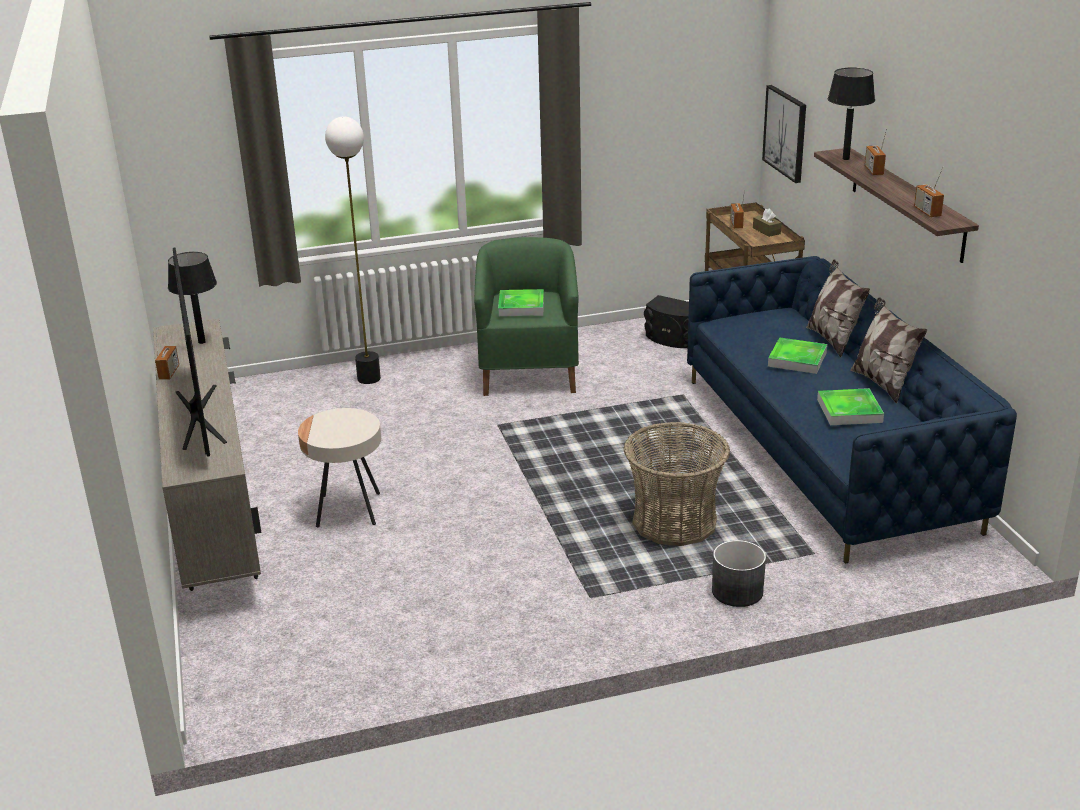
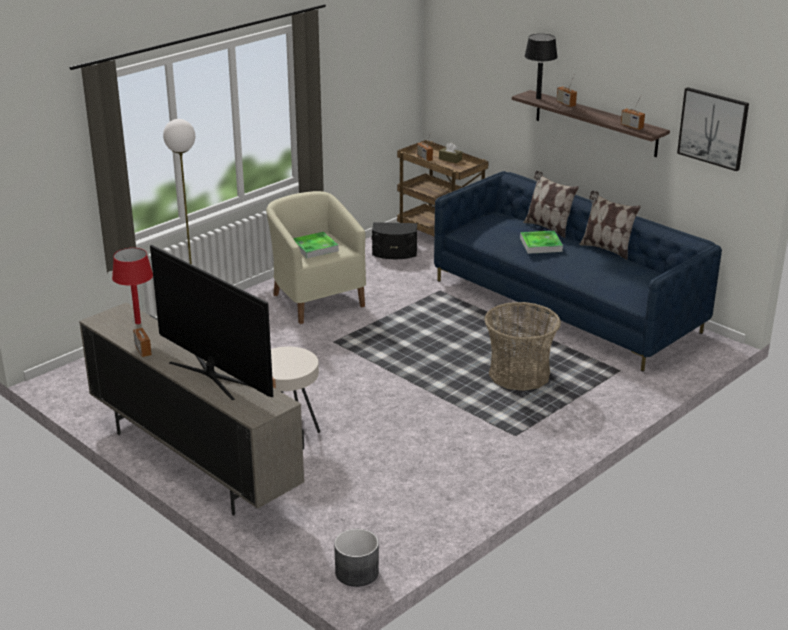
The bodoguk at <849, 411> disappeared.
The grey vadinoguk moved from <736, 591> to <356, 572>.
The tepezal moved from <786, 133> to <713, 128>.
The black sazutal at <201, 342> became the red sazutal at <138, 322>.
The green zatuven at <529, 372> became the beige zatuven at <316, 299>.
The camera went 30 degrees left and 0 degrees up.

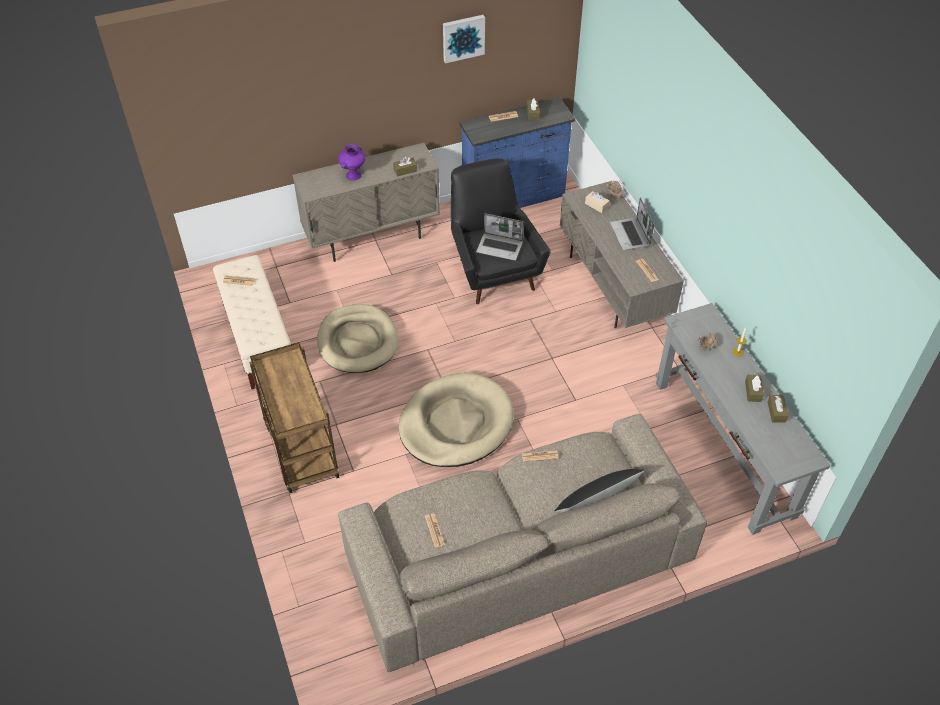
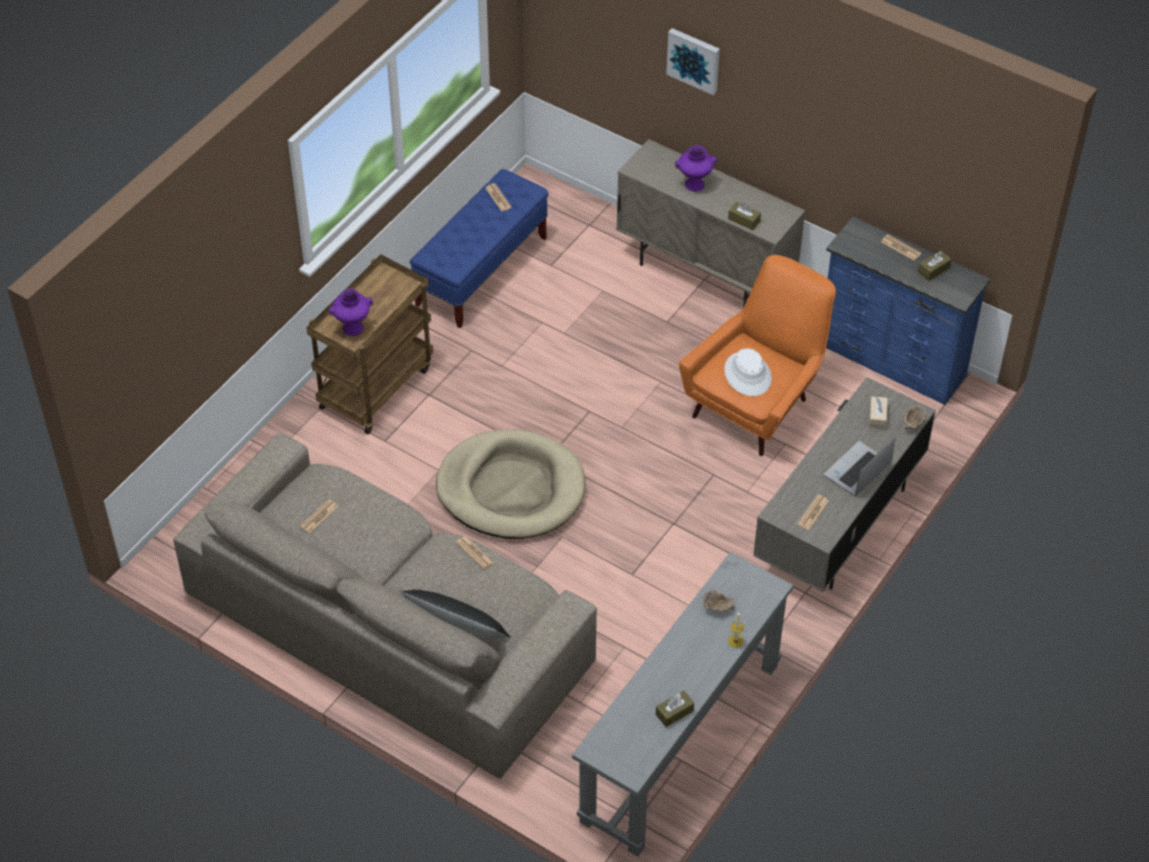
The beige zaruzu at <358, 341> disappeared.
The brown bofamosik at <753, 391> disappeared.
The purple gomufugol at <352, 329> appeared.
The tepezal moved from <463, 37> to <694, 59>.
The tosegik at <500, 247> was replaced by the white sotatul at <748, 374>.
The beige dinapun at <258, 339> became the blue dinapun at <482, 271>.
The black zatuven at <492, 269> became the orange zatuven at <757, 402>.
The camera went 55 degrees right and 0 degrees up.

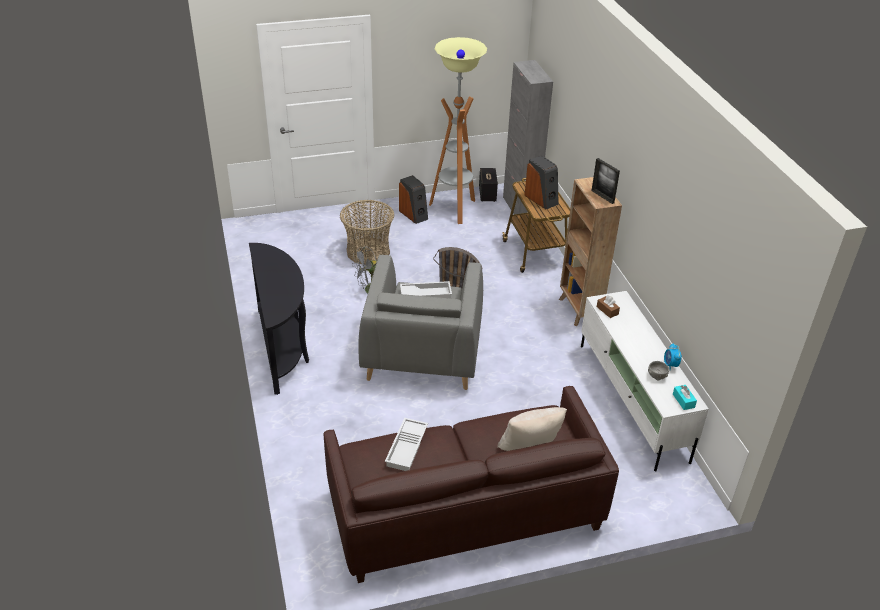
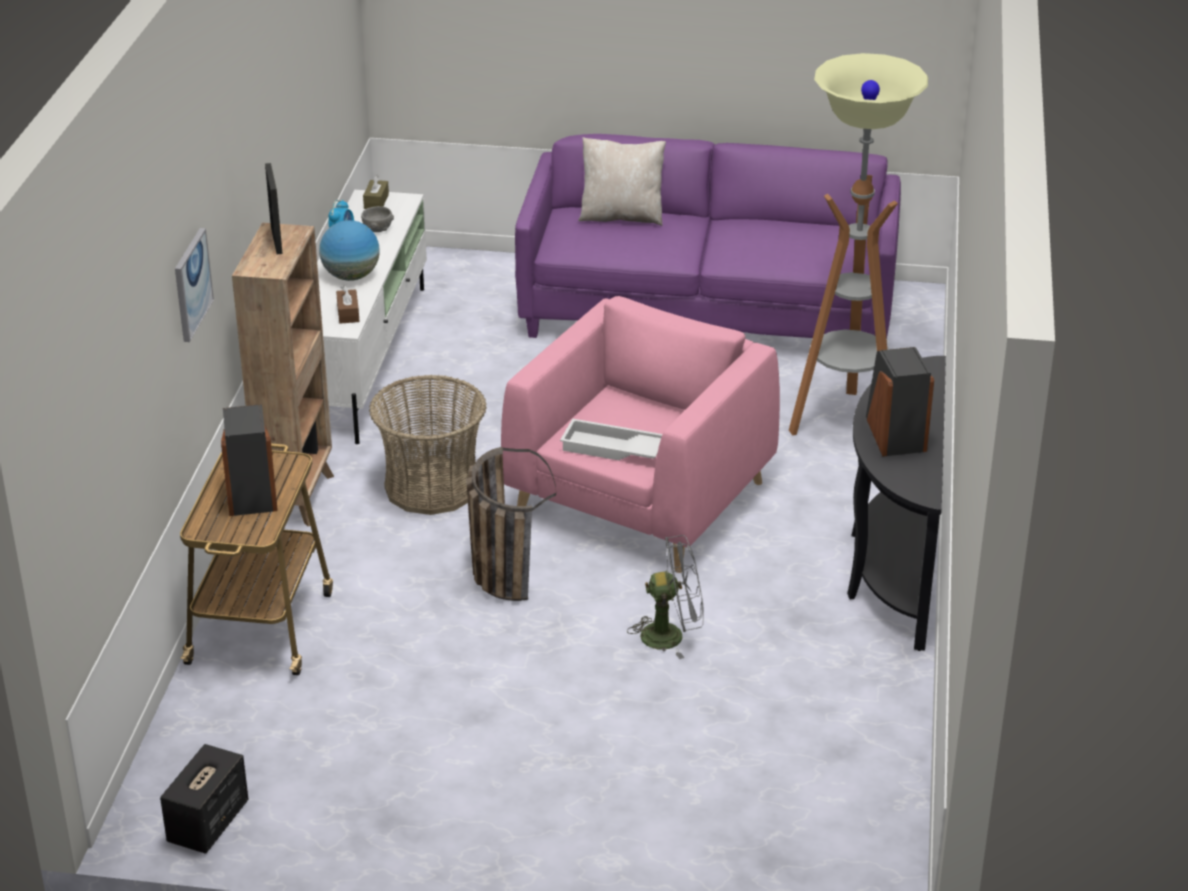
The white bodoguk at <407, 448> disappeared.
The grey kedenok at <520, 208> disappeared.
The tepezal at <191, 284> appeared.
The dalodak at <351, 276> appeared.
The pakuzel moved from <368, 252> to <431, 487>.
The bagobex moved from <414, 214> to <894, 434>.
The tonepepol moved from <454, 209> to <844, 423>.
The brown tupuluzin at <464, 509> became the purple tupuluzin at <708, 311>.
The grey zatuven at <422, 353> became the pink zatuven at <640, 498>.
The turquoise bofamosik at <683, 401> became the brown bofamosik at <376, 201>.
The camera went 155 degrees left and 5 degrees down.

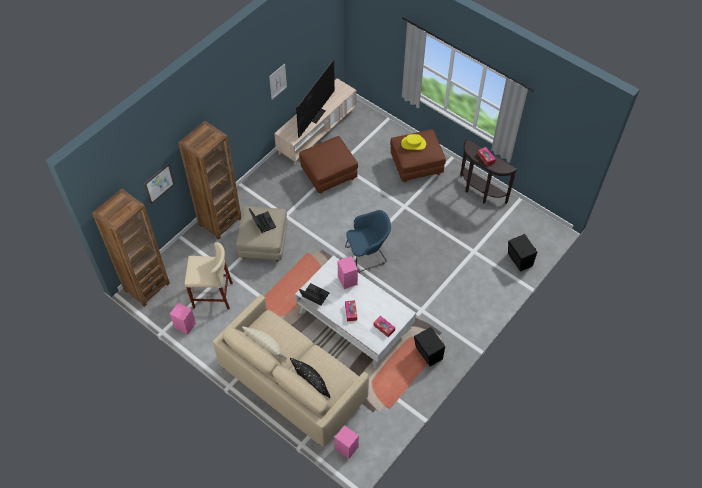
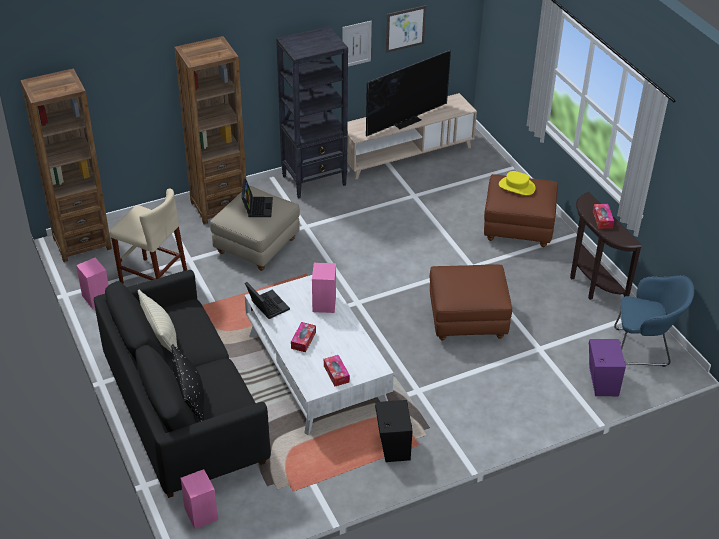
The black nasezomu at <314, 180> appeared.
The tepezal moved from <159, 183> to <405, 28>.
The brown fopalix moved from <328, 175> to <467, 321>.
The blue zatuven moved from <367, 255> to <644, 348>.
The beige tupuluzin at <292, 383> became the black tupuluzin at <183, 410>.
The black bagobex at <519, 260> became the purple bagobex at <601, 382>.
The camera went 25 degrees right and 15 degrees down.

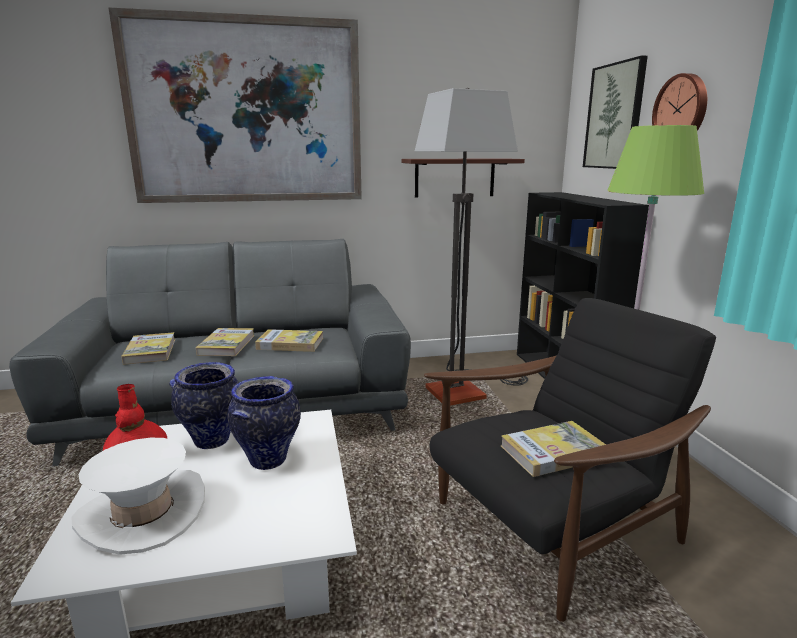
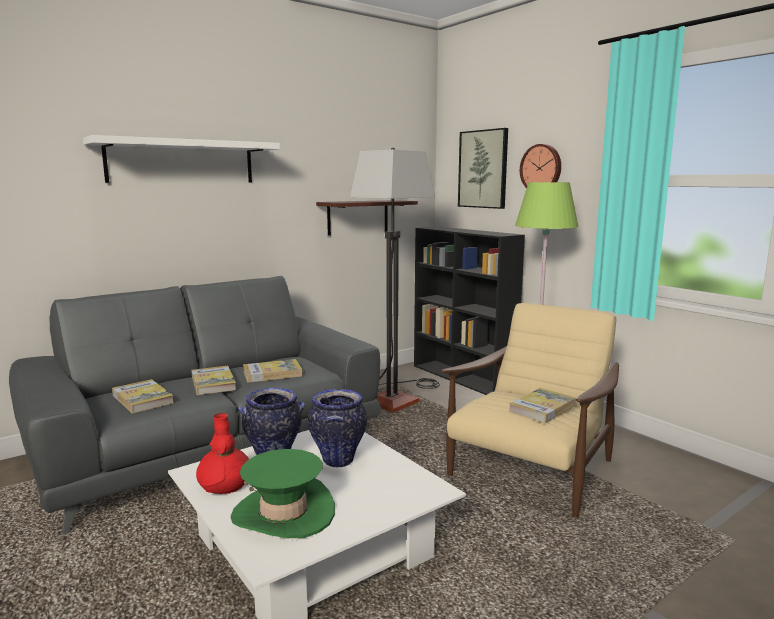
The tepezal at <247, 113> was replaced by the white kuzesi at <182, 162>.
The white sotatul at <143, 513> became the green sotatul at <283, 513>.
The black zatuven at <551, 527> became the beige zatuven at <531, 471>.
The camera went 25 degrees left and 5 degrees down.

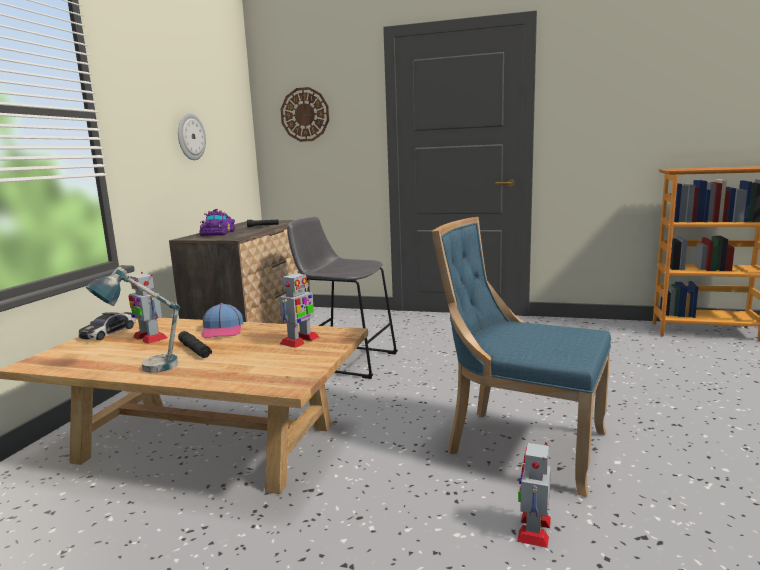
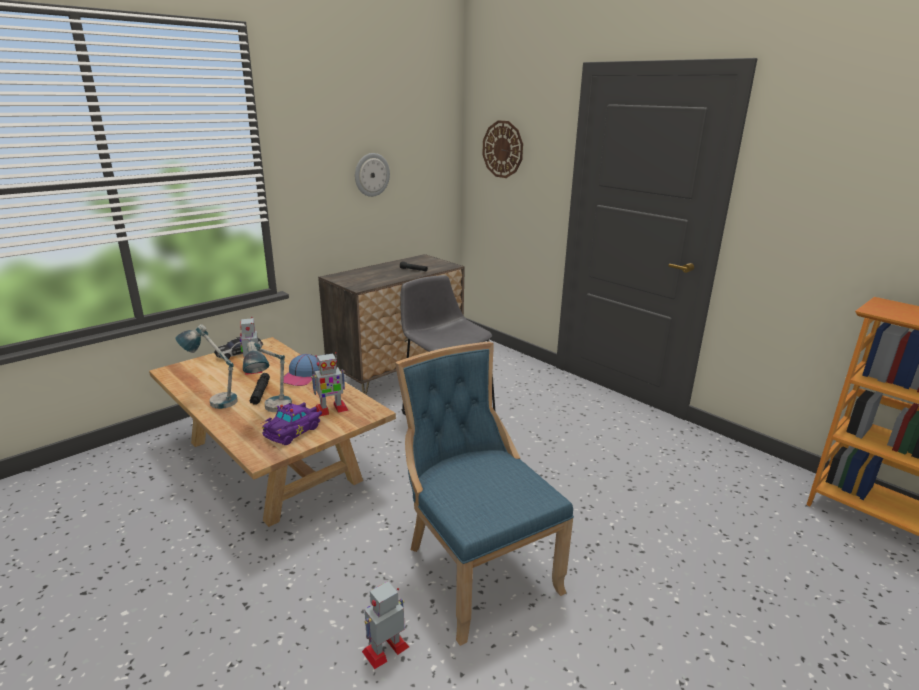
The sazutal at <273, 411> appeared.
The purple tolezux moved from <219, 233> to <294, 431>.
The camera went 30 degrees right and 10 degrees up.

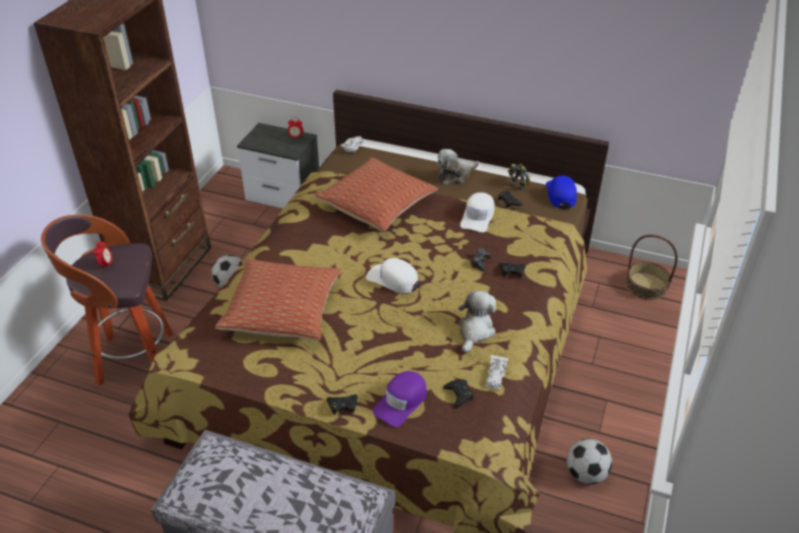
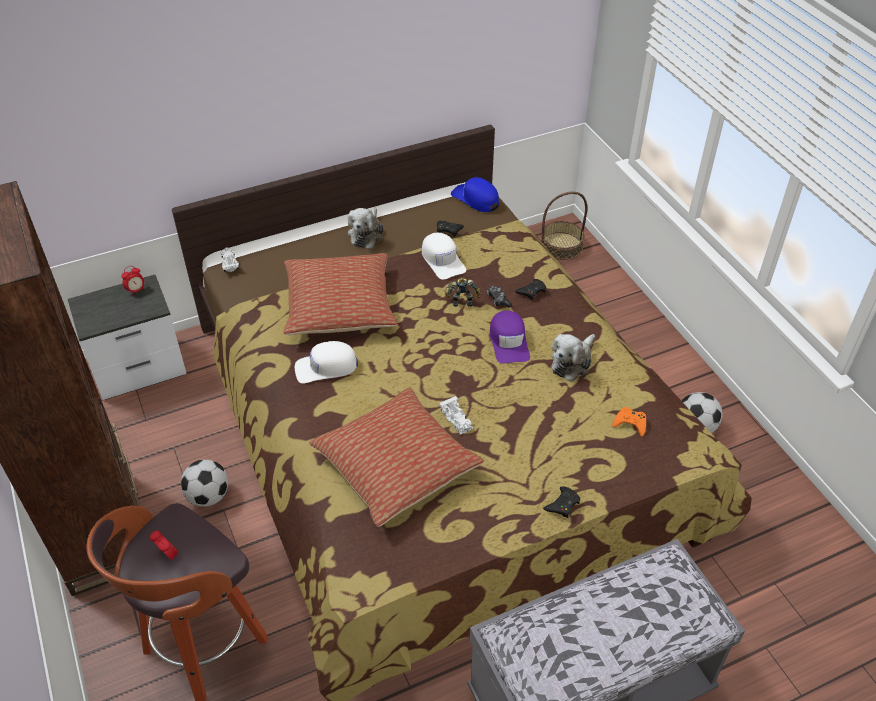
The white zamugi moved from <393, 279> to <326, 367>.
The purple zamugi moved from <401, 402> to <509, 342>.
The white tolezux moved from <495, 376> to <457, 419>.
The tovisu moved from <519, 184> to <462, 300>.
The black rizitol at <459, 395> became the orange rizitol at <630, 423>.
The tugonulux at <475, 331> turned 120 degrees counterclockwise.
The camera went 45 degrees left and 5 degrees up.

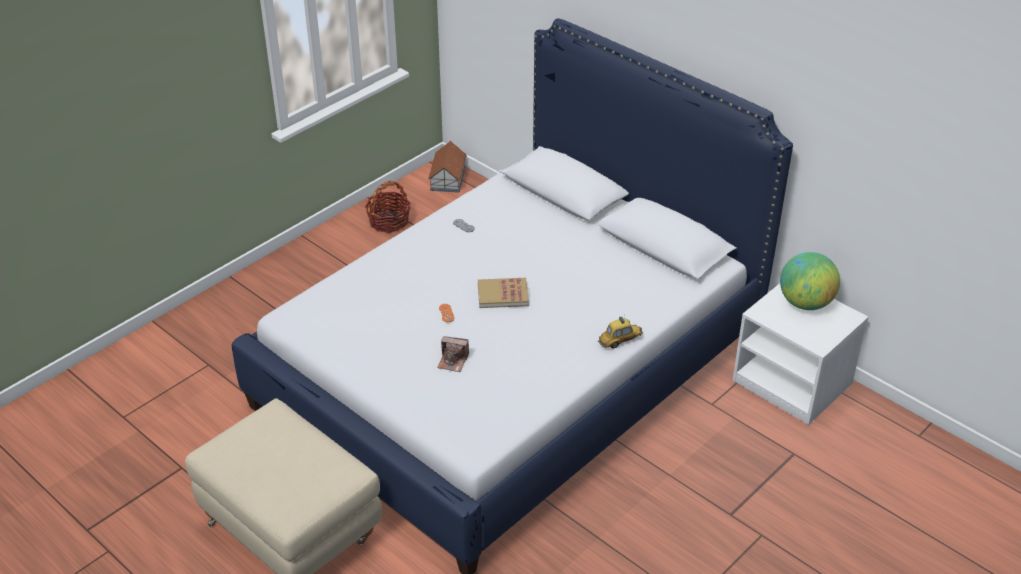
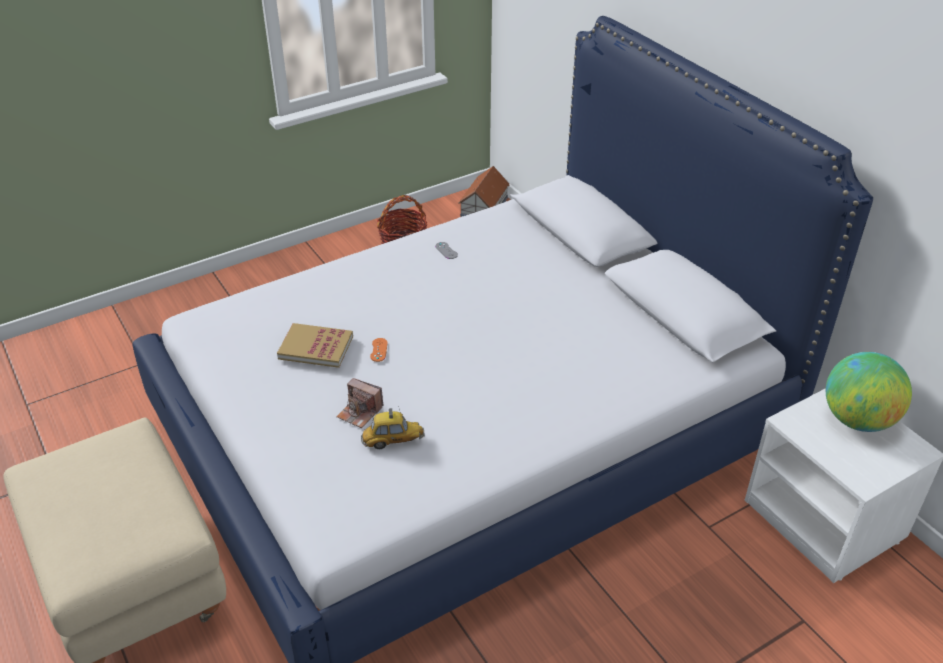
The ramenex moved from <502, 294> to <316, 347>.
The tolezux moved from <620, 341> to <393, 441>.
The camera went 15 degrees right and 0 degrees up.

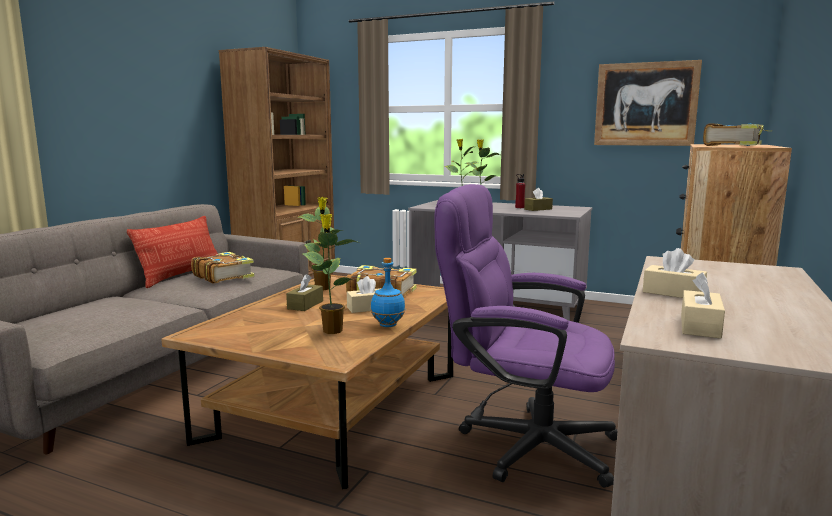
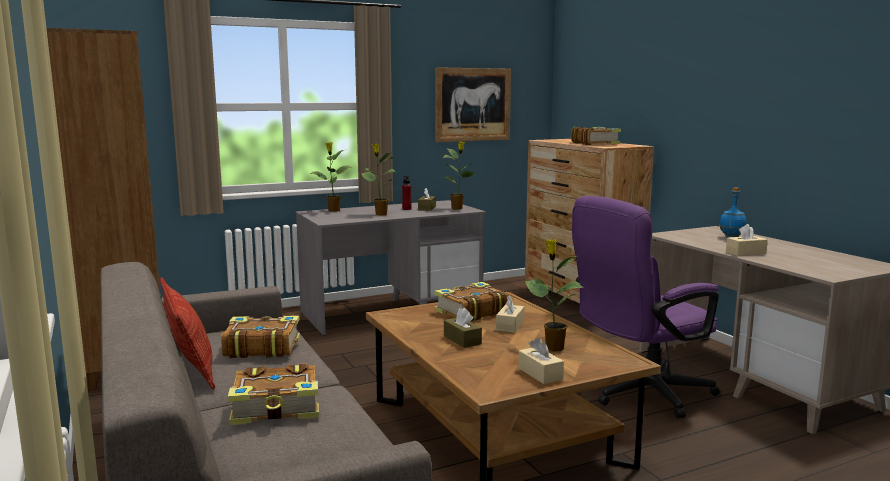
The ramenex at <277, 408> appeared.
The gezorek moved from <323, 288> to <457, 208>.
The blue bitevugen moved from <387, 325> to <732, 237>.
The beige bofamosik moved from <700, 326> to <540, 374>.
The camera went 50 degrees left and 0 degrees up.

